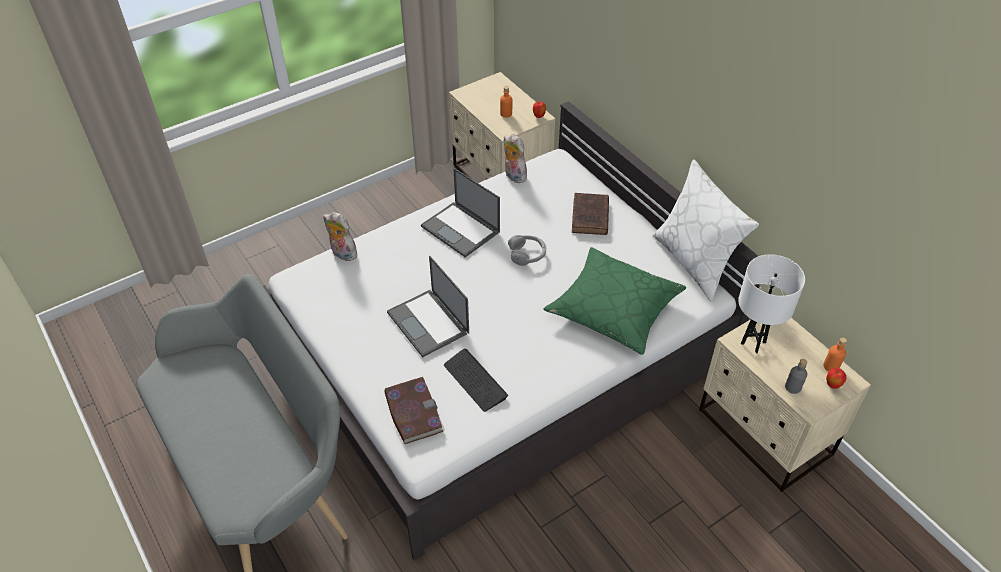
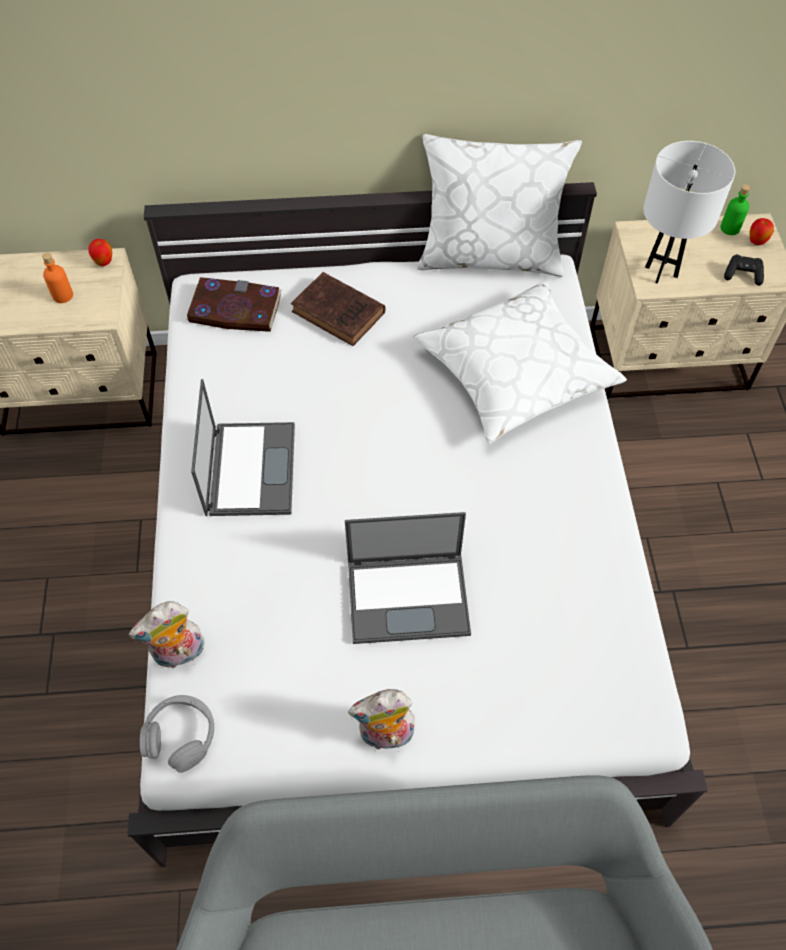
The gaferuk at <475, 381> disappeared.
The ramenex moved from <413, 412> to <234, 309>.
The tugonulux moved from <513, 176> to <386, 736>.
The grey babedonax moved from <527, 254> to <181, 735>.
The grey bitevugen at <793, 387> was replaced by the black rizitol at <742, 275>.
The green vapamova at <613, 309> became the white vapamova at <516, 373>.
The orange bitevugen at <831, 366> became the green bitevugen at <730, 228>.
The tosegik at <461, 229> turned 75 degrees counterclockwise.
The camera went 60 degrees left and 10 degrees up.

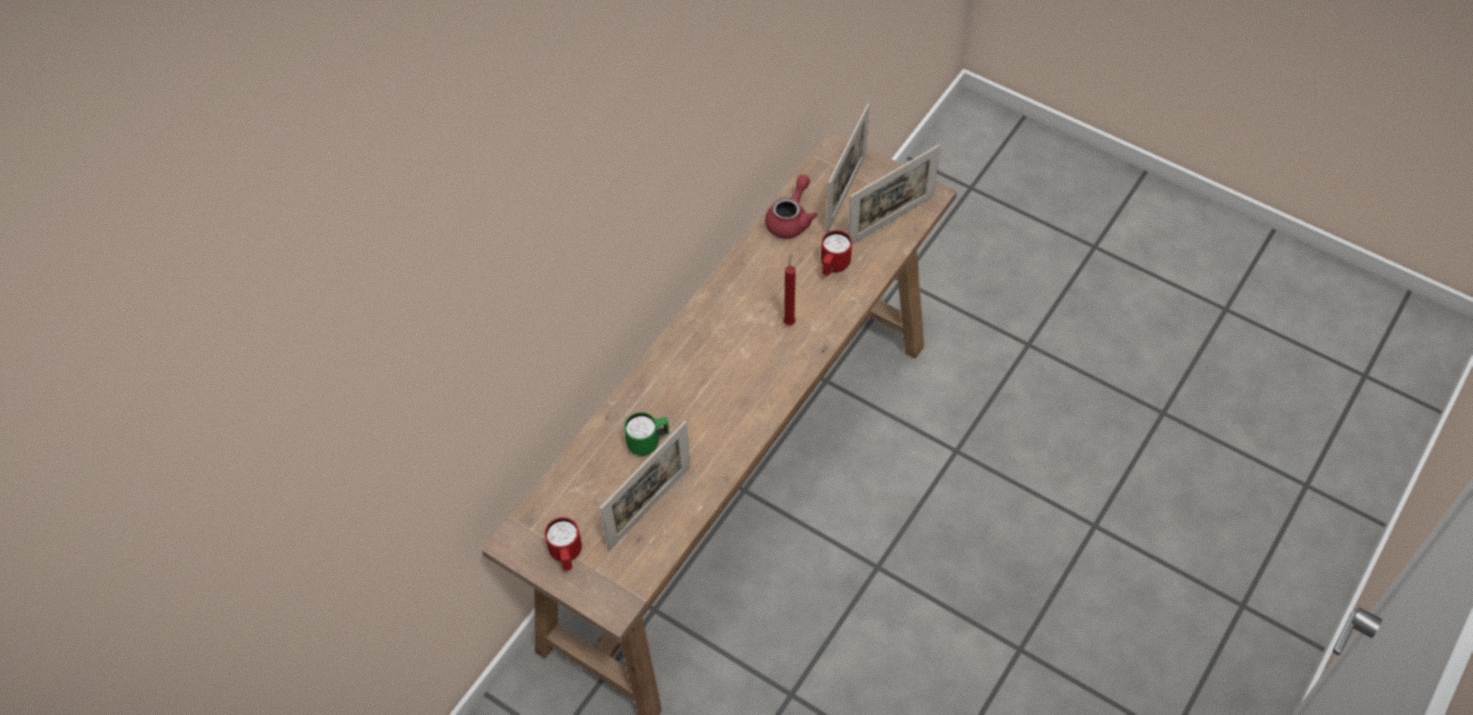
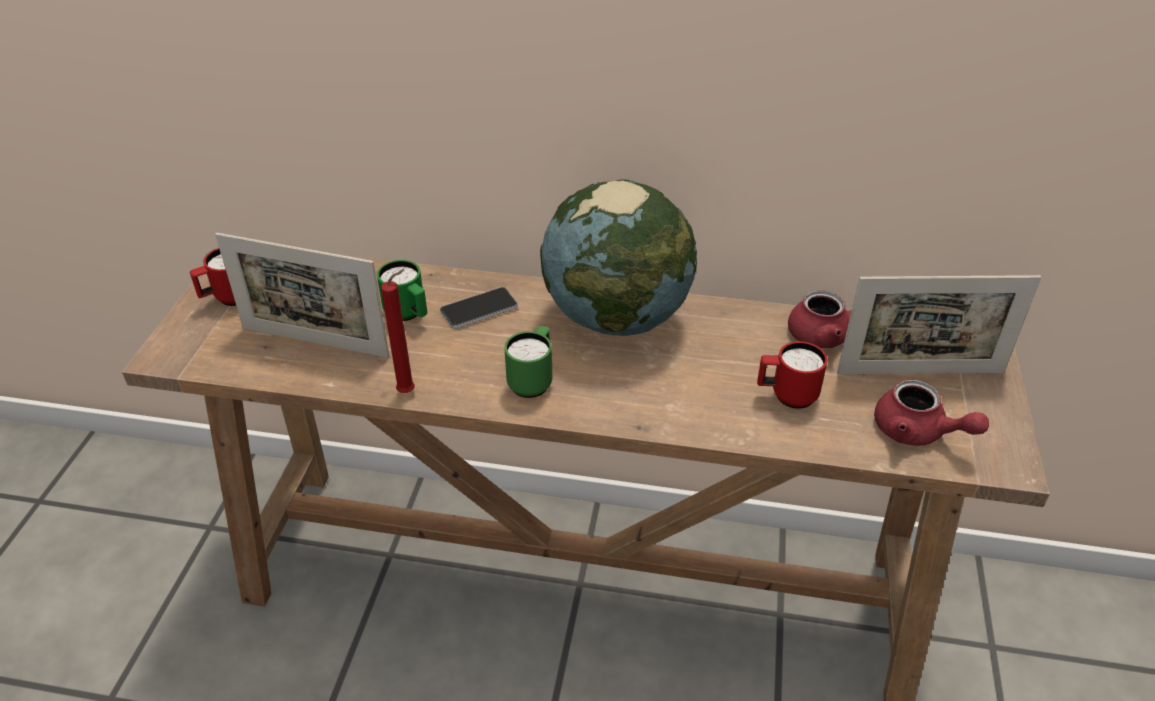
The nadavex at <479, 309> appeared.
The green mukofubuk at <533, 381> appeared.
The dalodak at <617, 318> appeared.
The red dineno moved from <789, 321> to <409, 392>.
The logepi at <890, 221> was replaced by the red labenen at <917, 432>.
The camera went 65 degrees right and 15 degrees down.

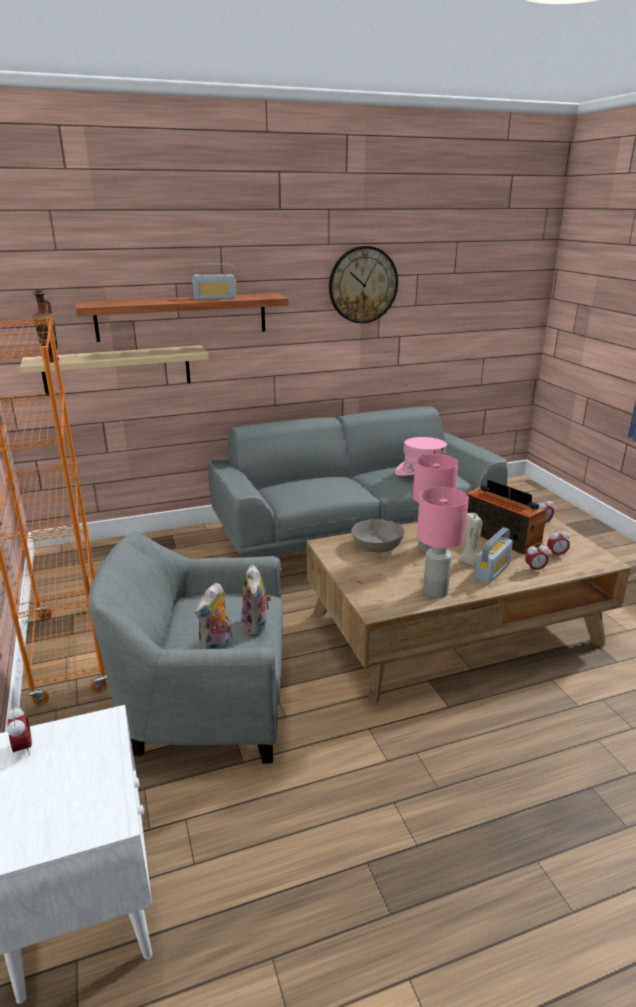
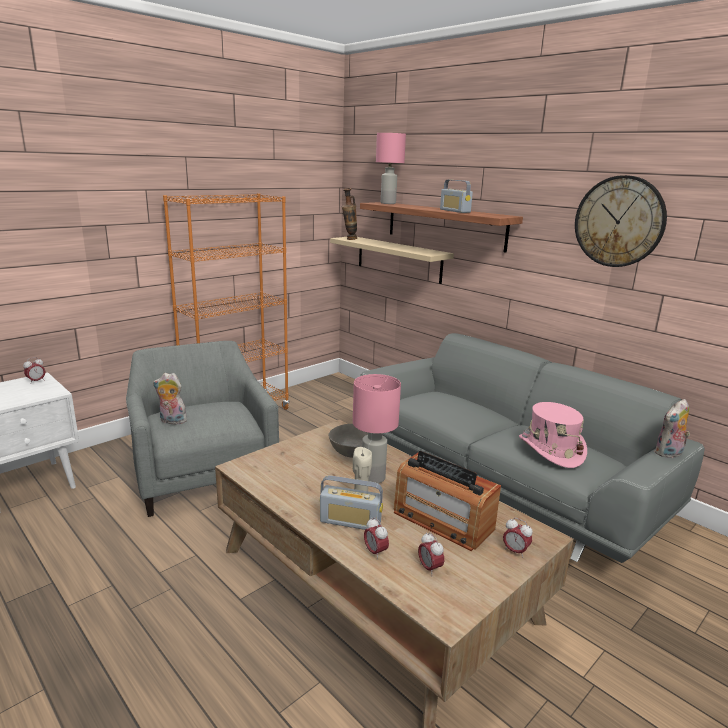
The tugonulux moved from <257, 627> to <669, 454>.
The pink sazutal moved from <434, 592> to <387, 203>.
The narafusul at <501, 536> turned 105 degrees clockwise.
The camera went 65 degrees right and 5 degrees down.

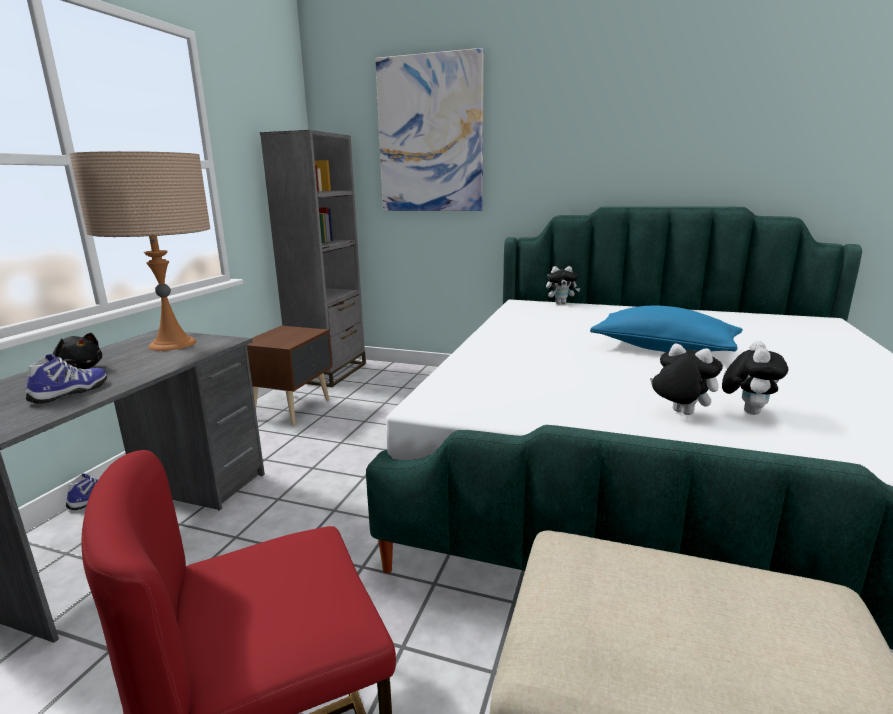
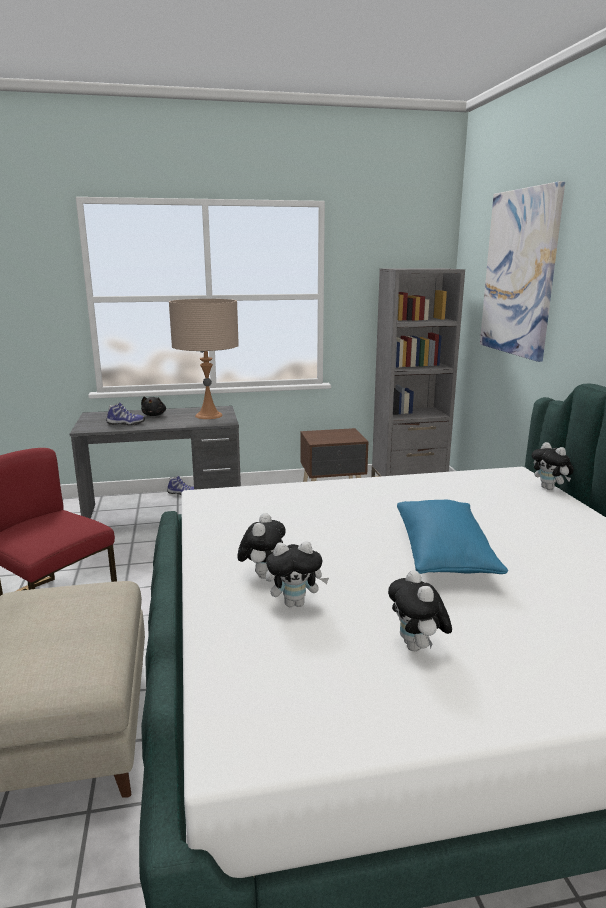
The tugonulux at <417, 647> appeared.
The camera went 60 degrees right and 0 degrees up.

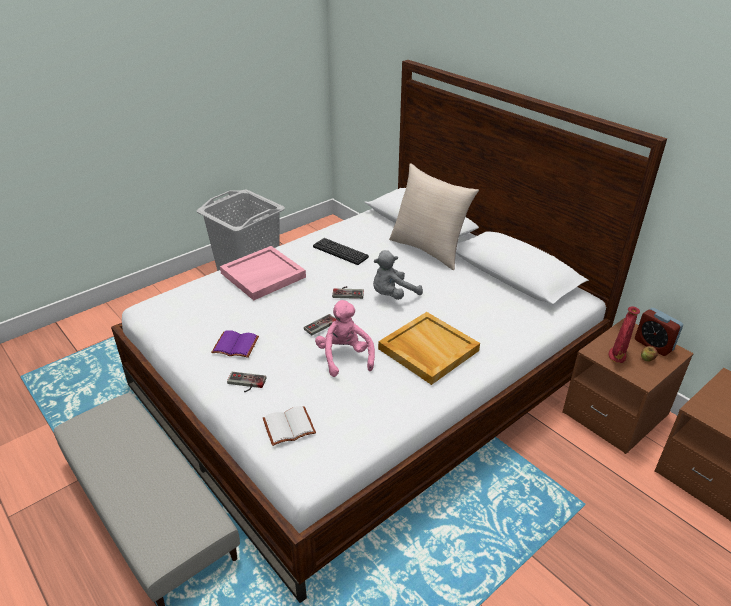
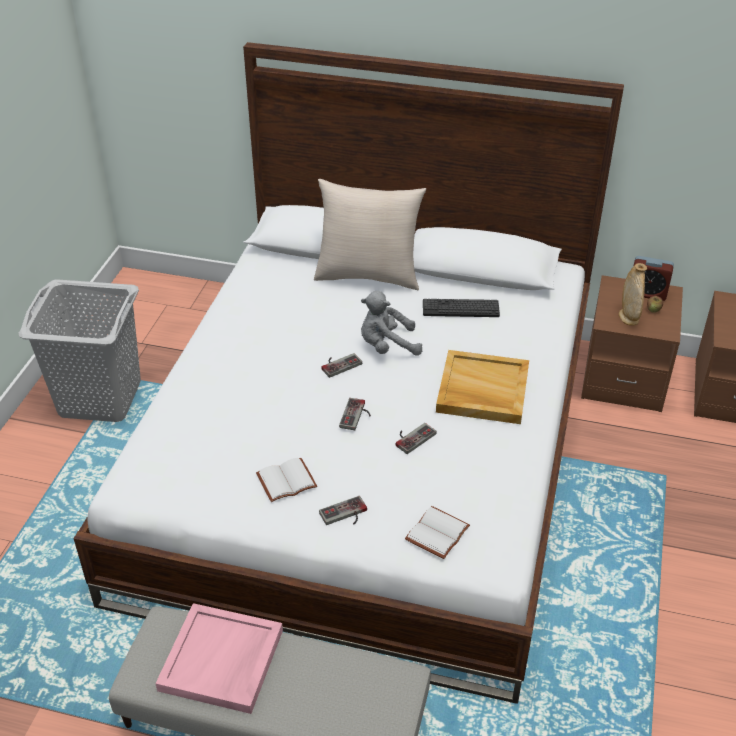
The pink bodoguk moved from <263, 275> to <222, 661>.
The gaferuk moved from <340, 252> to <460, 309>.
The pink tugonulux at <344, 357> was replaced by the rizitol at <412, 437>.
The purple ramenex at <236, 345> became the white ramenex at <286, 479>.
The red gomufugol at <617, 356> became the beige gomufugol at <628, 318>.
The grey tugonulux at <393, 295> turned 60 degrees clockwise.
The camera went 35 degrees left and 5 degrees up.

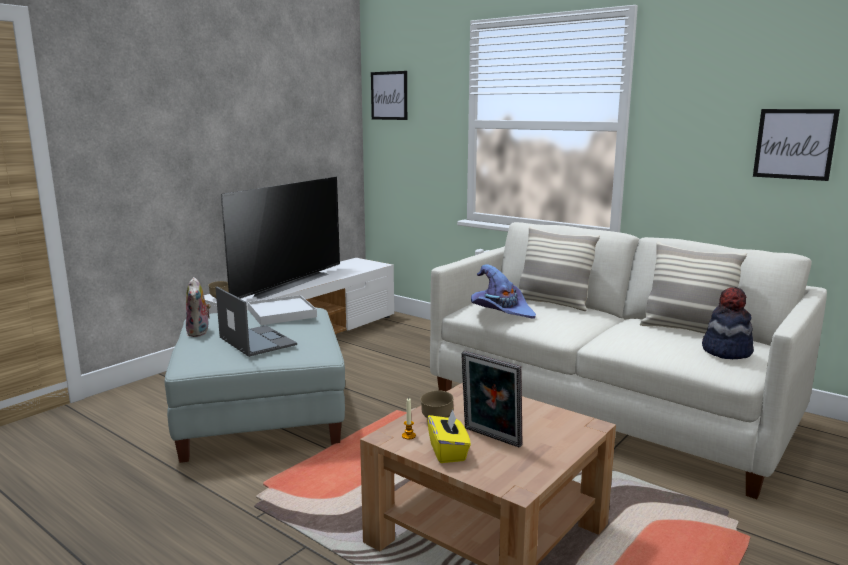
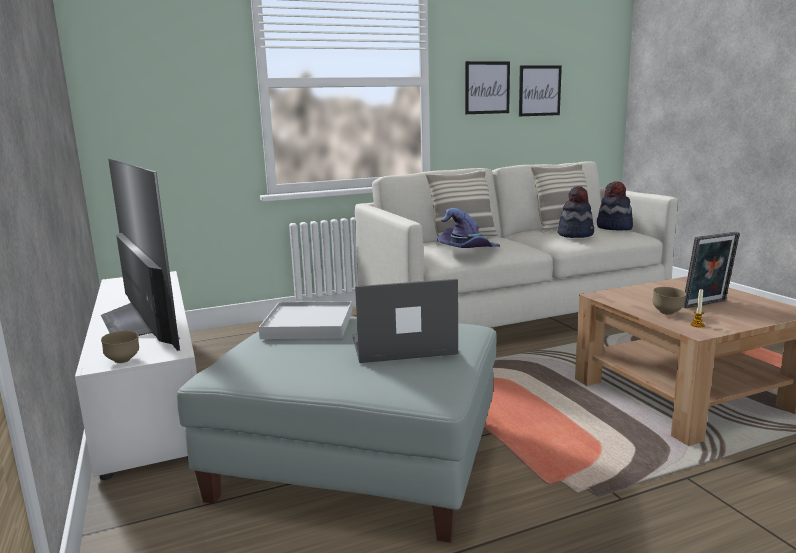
The tugonulux at <199, 332> disappeared.
The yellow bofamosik at <448, 452> disappeared.
The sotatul at <575, 234> appeared.
The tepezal moved from <389, 95> to <487, 87>.
The camera went 60 degrees left and 0 degrees up.

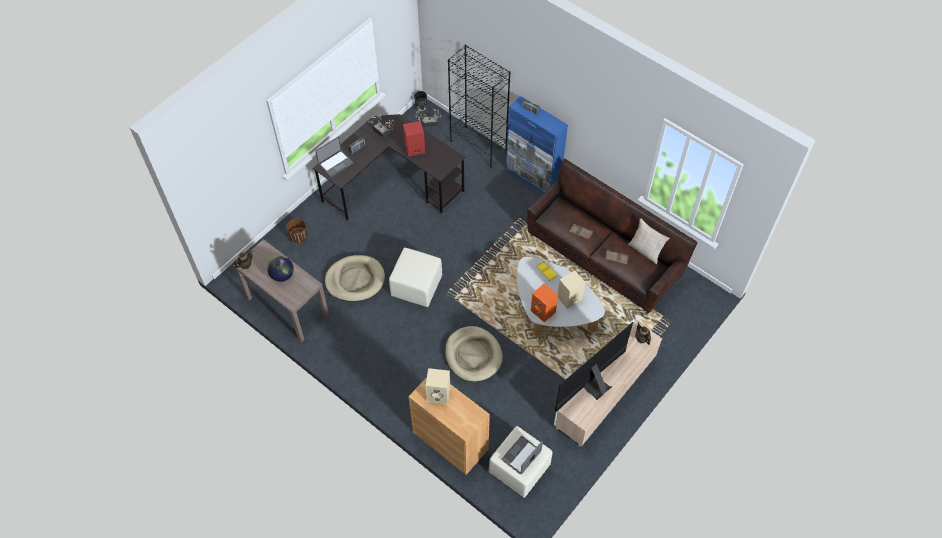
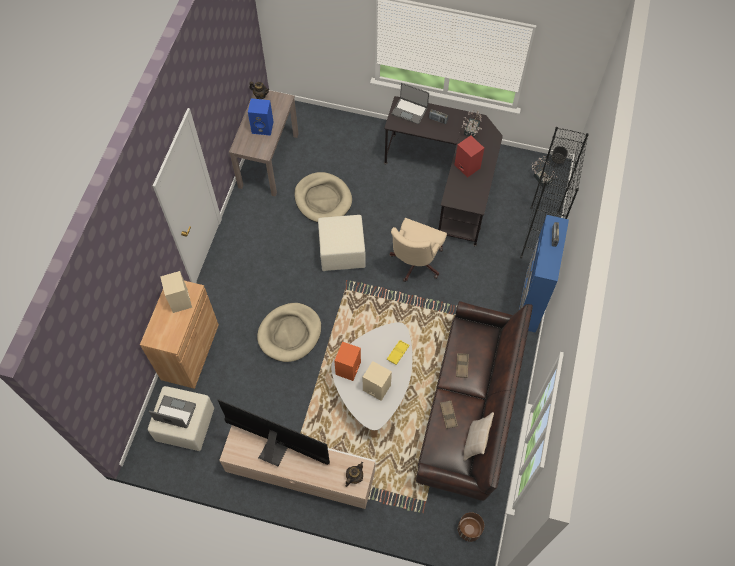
The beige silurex at <414, 263> appeared.
The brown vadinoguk moved from <299, 236> to <469, 530>.
The dalodak at <282, 275> was replaced by the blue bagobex at <263, 127>.
The camera went 65 degrees right and 5 degrees up.

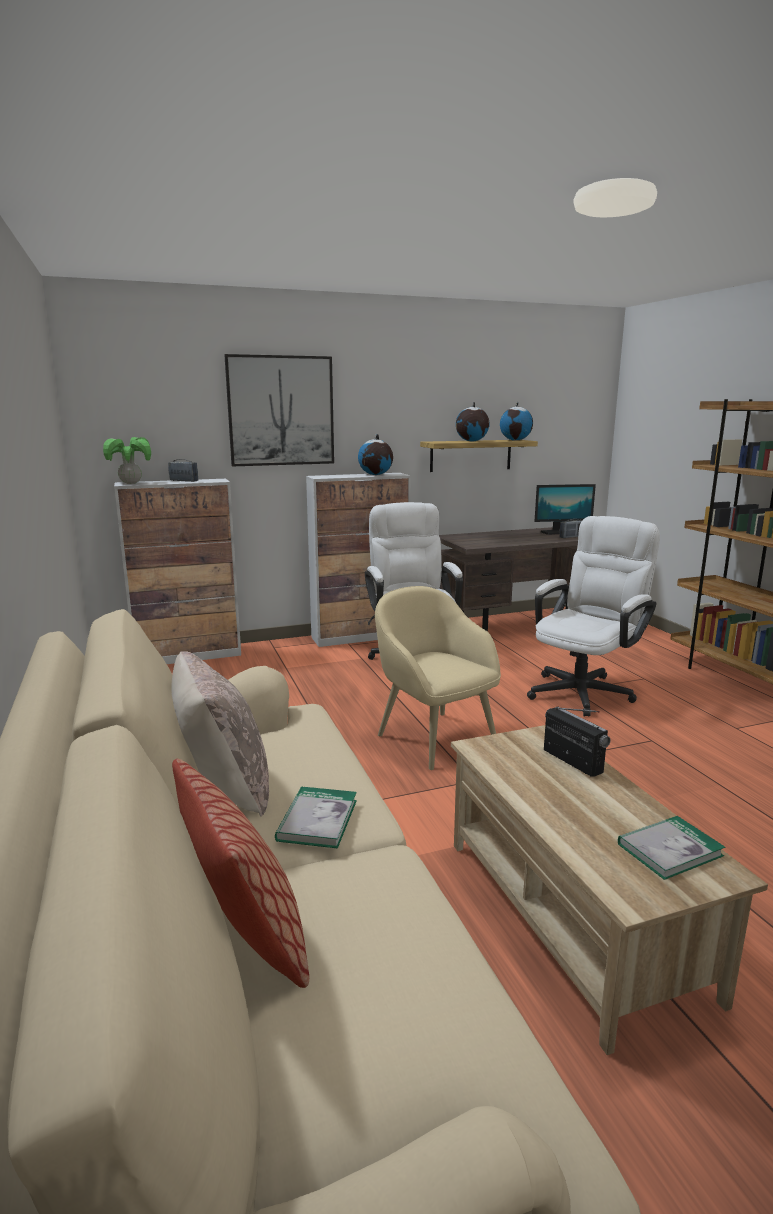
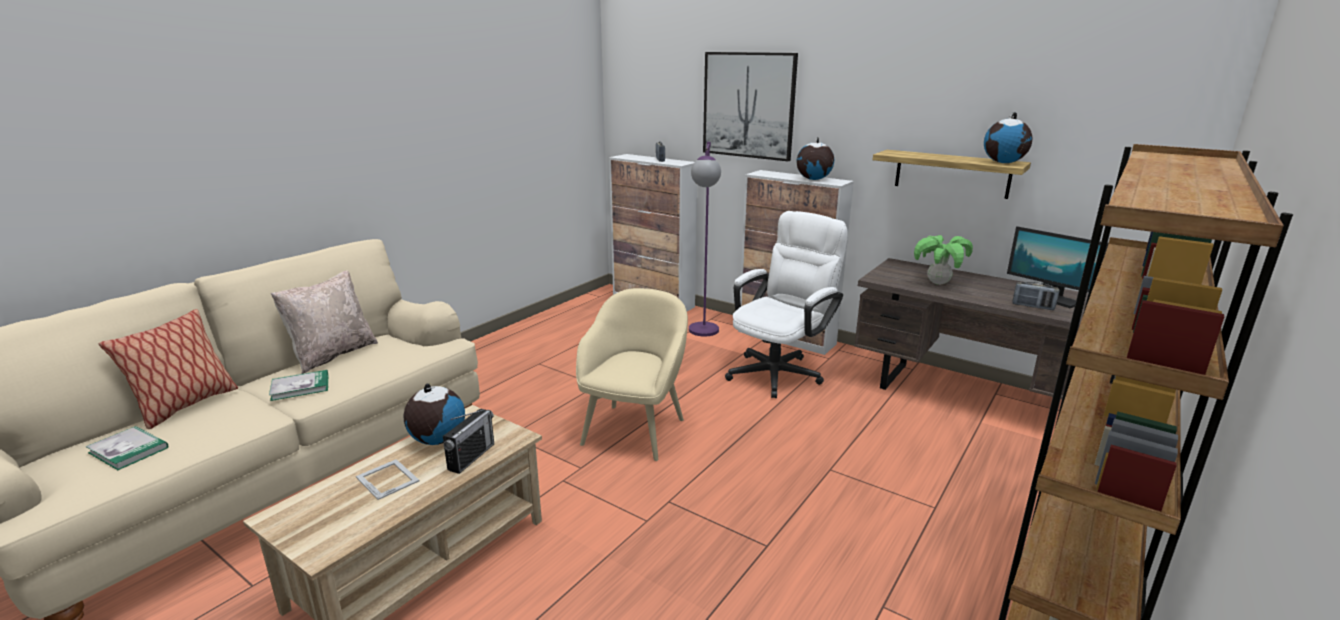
The white silurex at <585, 690> disappeared.
The logepi at <387, 478> appeared.
The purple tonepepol at <703, 334> appeared.
The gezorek moved from <130, 483> to <938, 283>.
The dalodak moved from <471, 441> to <437, 440>.
The ramenex moved from <669, 850> to <128, 450>.
The camera went 55 degrees right and 5 degrees up.

